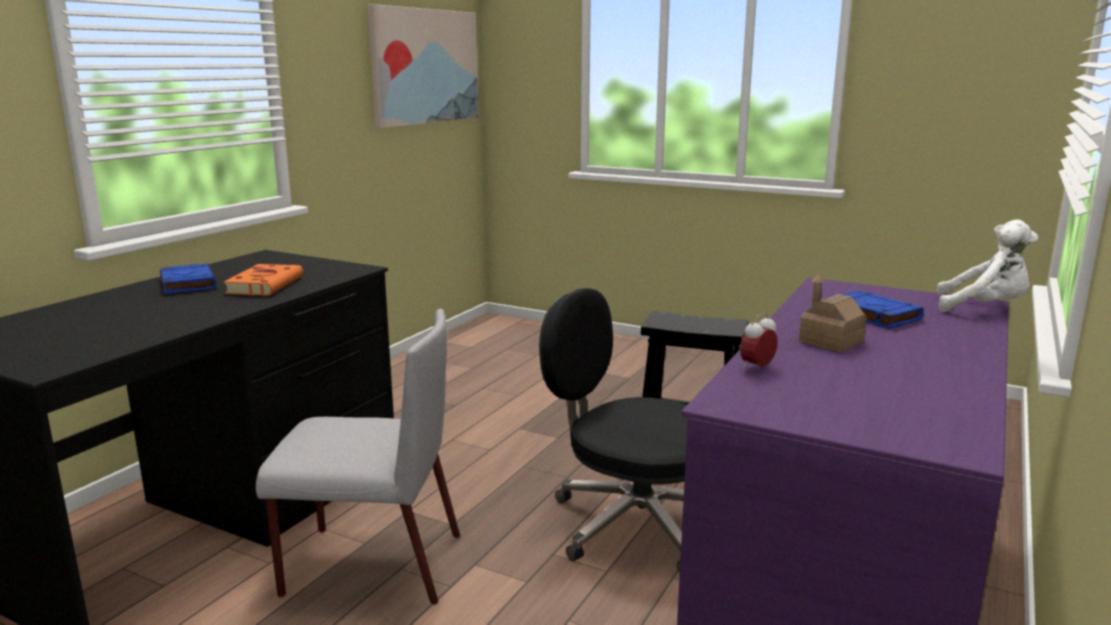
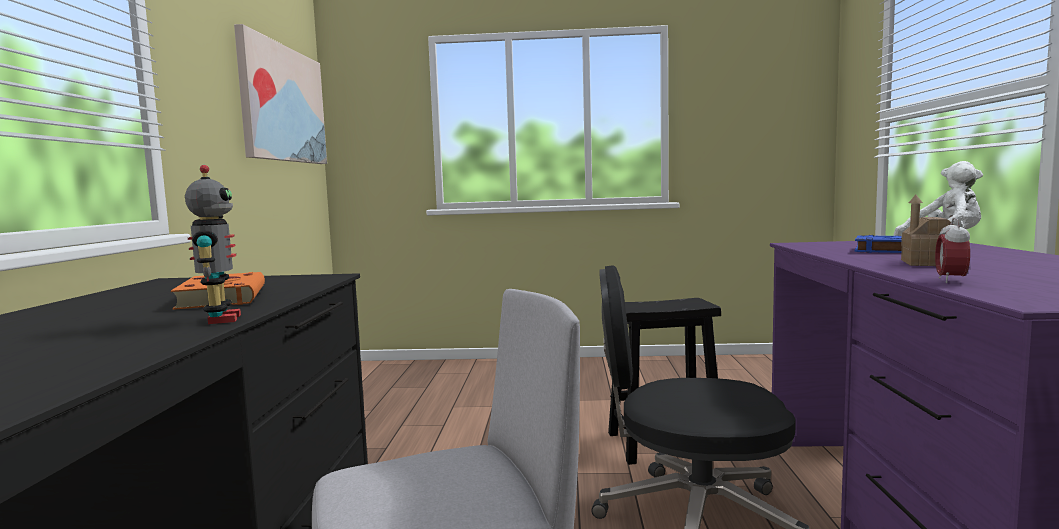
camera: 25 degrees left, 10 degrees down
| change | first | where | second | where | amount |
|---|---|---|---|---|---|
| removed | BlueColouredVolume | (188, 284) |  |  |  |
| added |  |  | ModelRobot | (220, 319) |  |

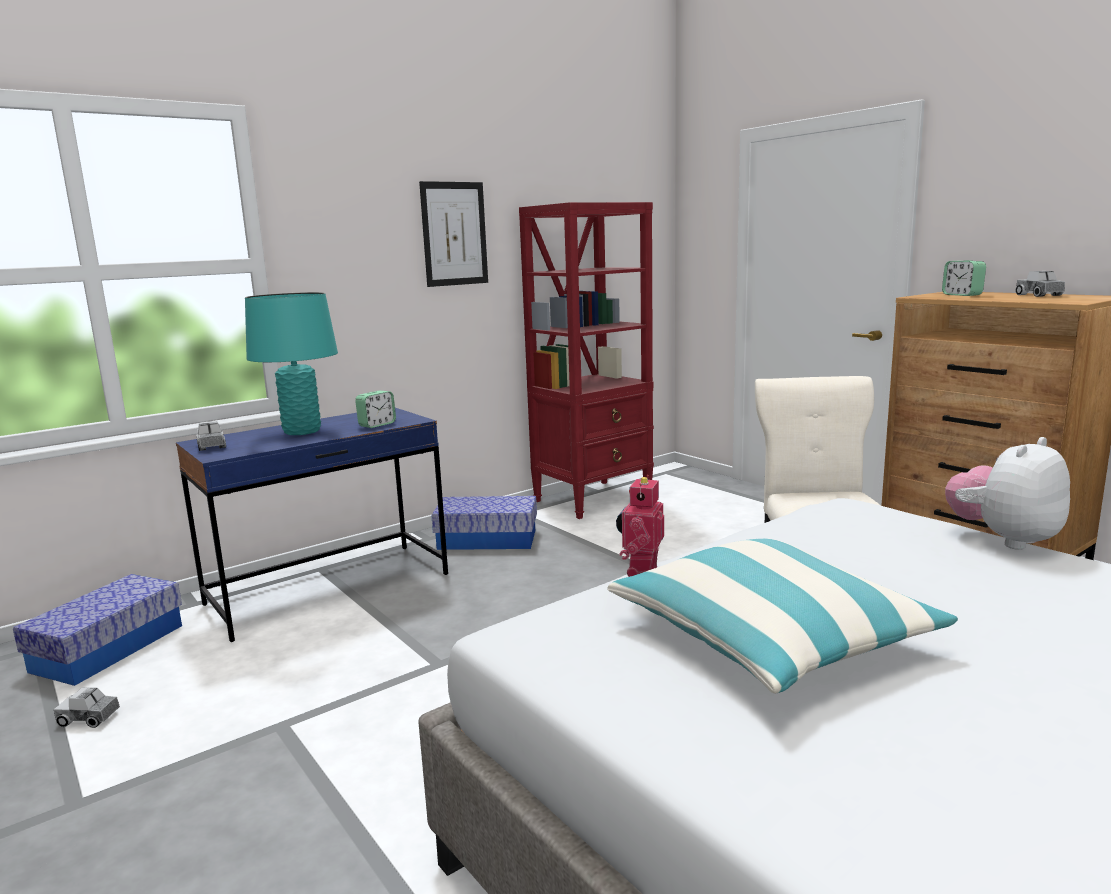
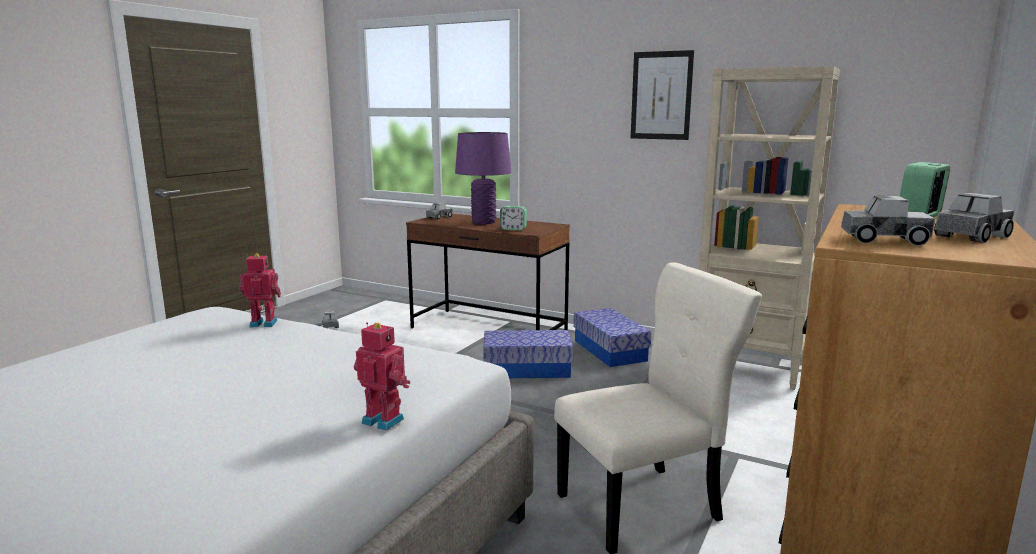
camera: 65 degrees right, 0 degrees up
| change | first | where | second | where | amount |
|---|---|---|---|---|---|
| moved | StorageBox | (108, 648) |  | (527, 369) |  |
| recoloured | BlueColouredDeskTable | (329, 589) | BrownDeskTable | (488, 330) |  |
| recoloured | BlueGreenTableLamp | (302, 431) | PurpleColouredTableLamp | (484, 222) |  |
| recoloured | RedBookcase | (593, 499) | BeigeColouredBookcase | (750, 368) |  |
| removed | Pillow | (771, 638) |  |  |  |
| replaced | PlushToy | (1004, 539) | ModelRobot | (384, 420) |  |
| added |  |  | ToyTruck | (883, 240) |  |

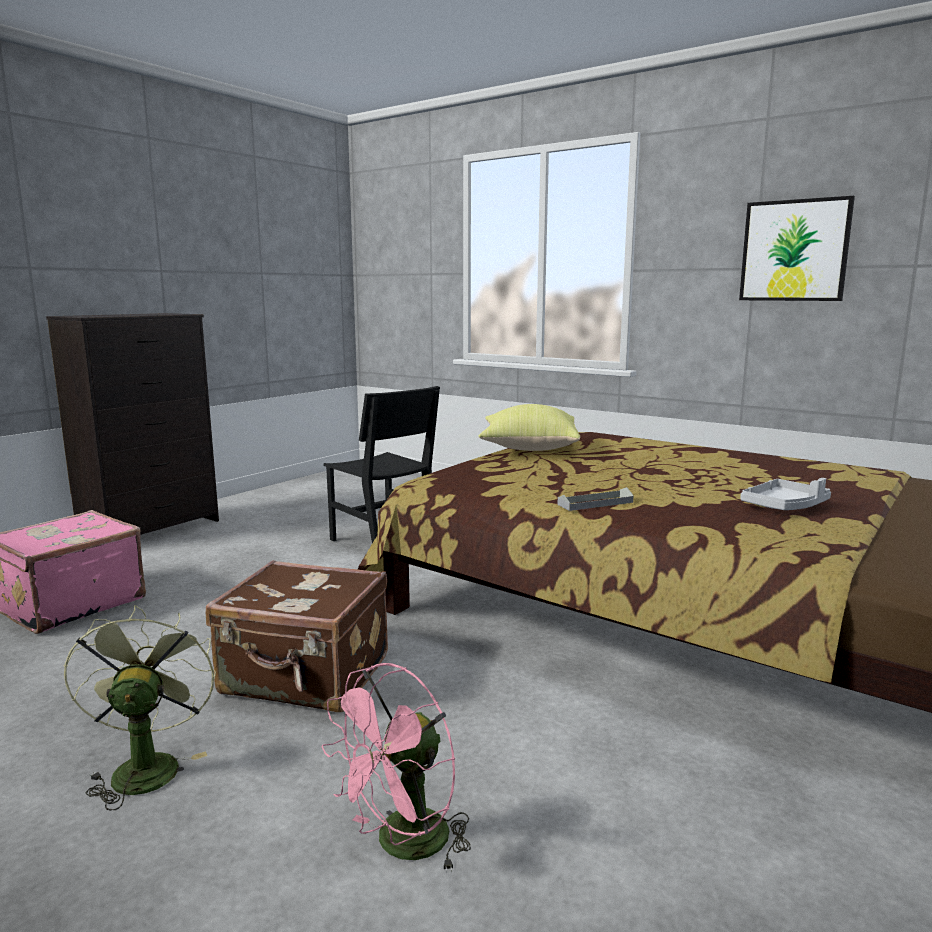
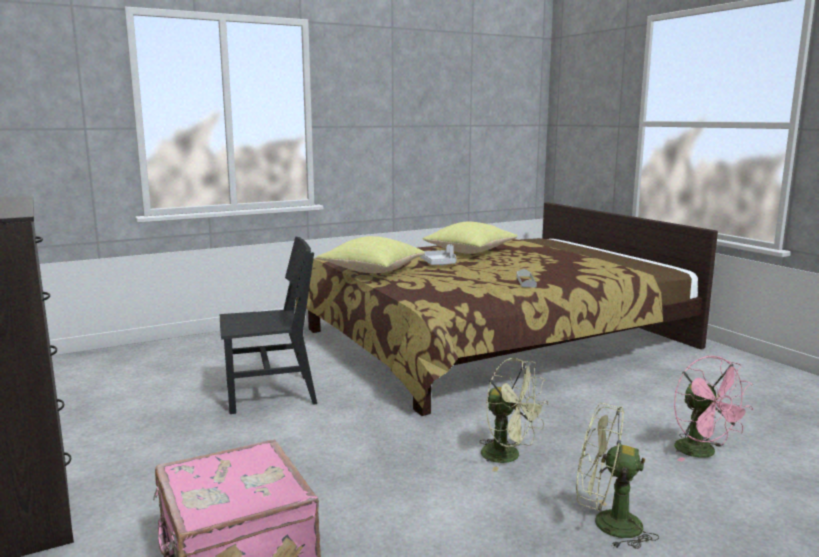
camera: 65 degrees left, 0 degrees up
| change | first | where | second | where | amount |
|---|---|---|---|---|---|
| replaced | BrownTravelCase | (306, 677) | GreenColouredCoolingFan | (509, 456) |  |
| removed | Picture | (794, 251) |  |  |  |
| moved | GrayServingTray | (785, 506) |  | (439, 263) |  |
| added |  |  | YellowPillow | (470, 252) |  |

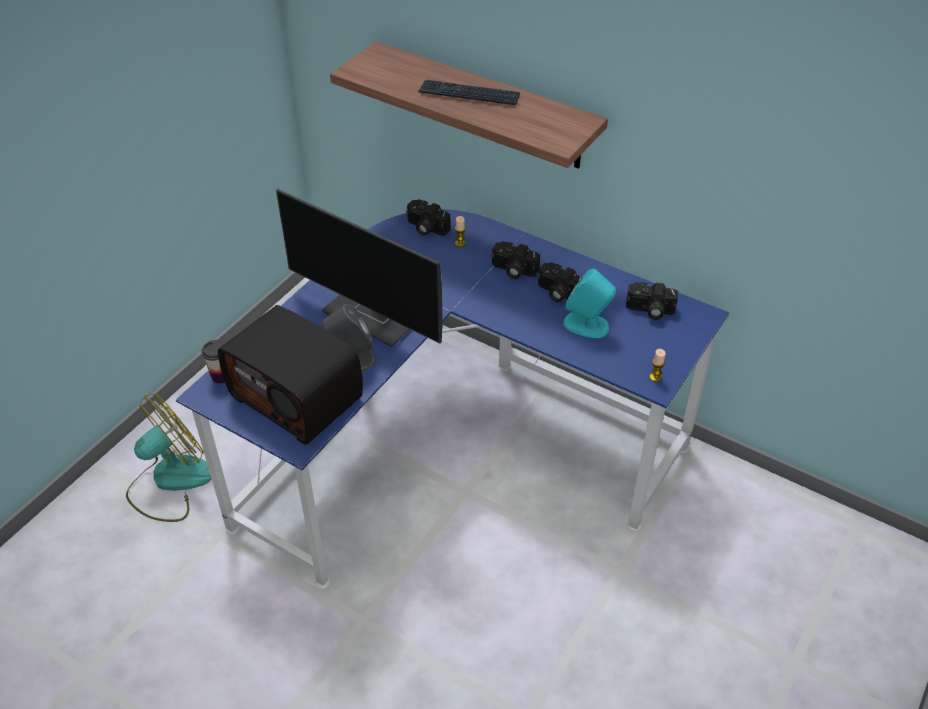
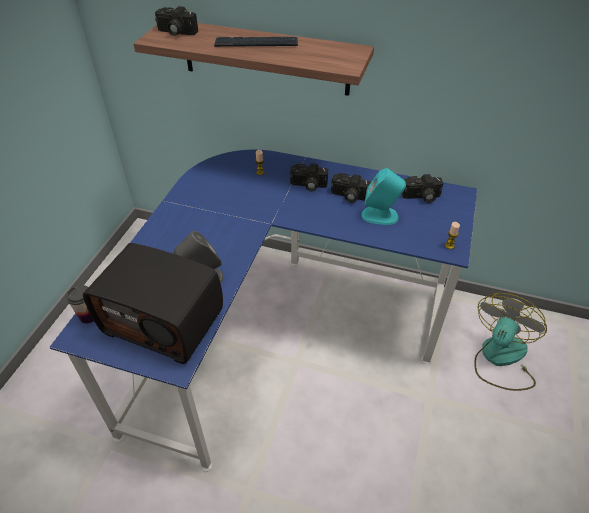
camera: 15 degrees left, 0 degrees up
| change | first | where | second | where | amount |
|---|---|---|---|---|---|
| moved | CoolingFan | (170, 482) |  | (500, 359) |  |
| removed | ComputerDisplay | (376, 315) |  |  |  |
| moved | PhotoCamera | (425, 228) |  | (175, 32) |  |

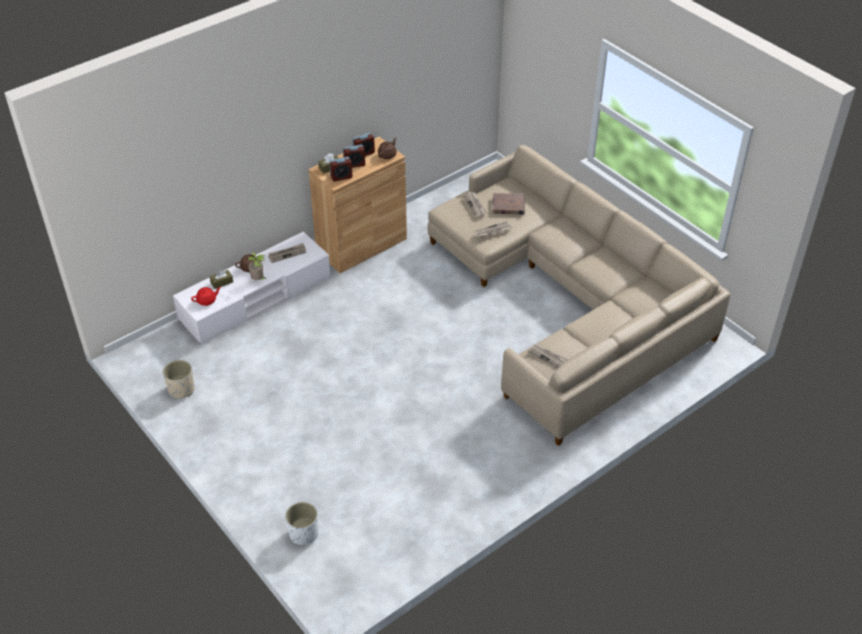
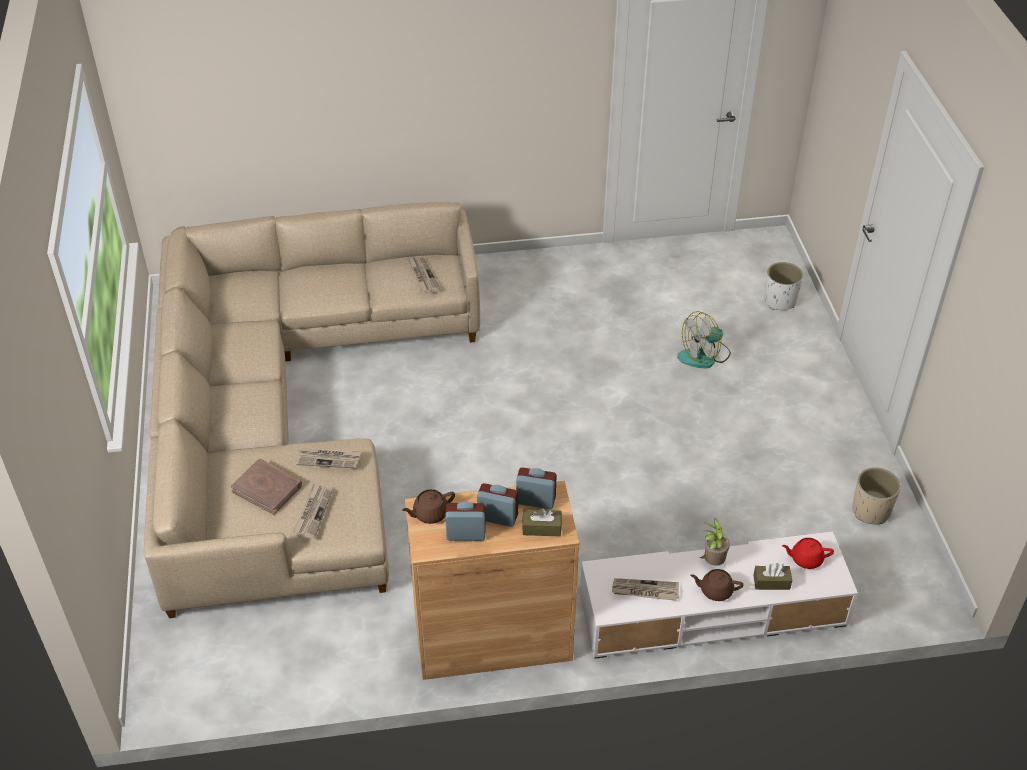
camera: 150 degrees left, 0 degrees up
| change | first | where | second | where | amount |
|---|---|---|---|---|---|
| added |  |  | CoolingFan | (704, 356) |  |

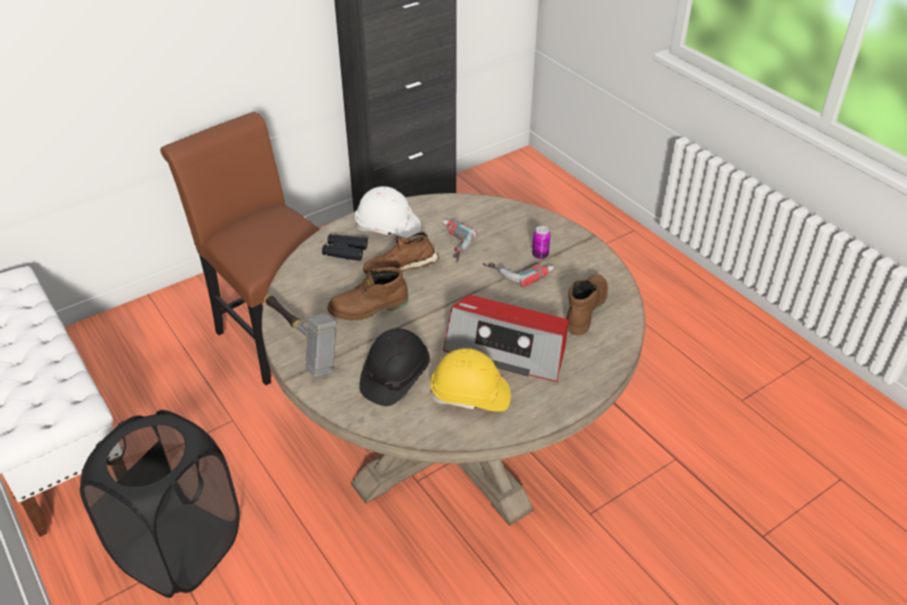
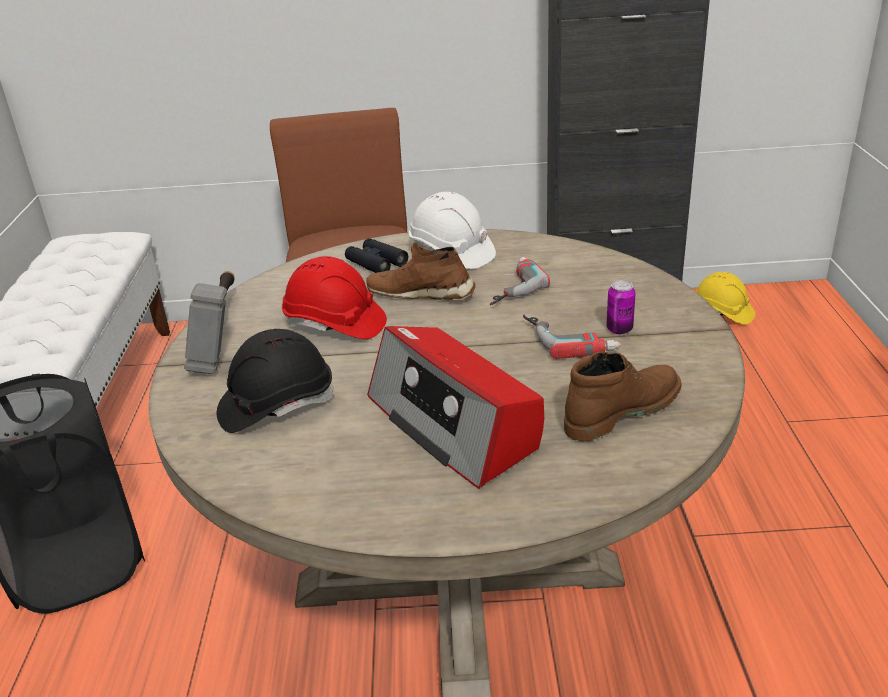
camera: 35 degrees right, 10 degrees down
| change | first | where | second | where | amount |
|---|---|---|---|---|---|
| replaced | BrownTallBoot | (368, 308) | RedSafetyHelmet | (335, 324) |  |
| moved | YellowSafetyHelmet | (470, 395) |  | (722, 312) |  |

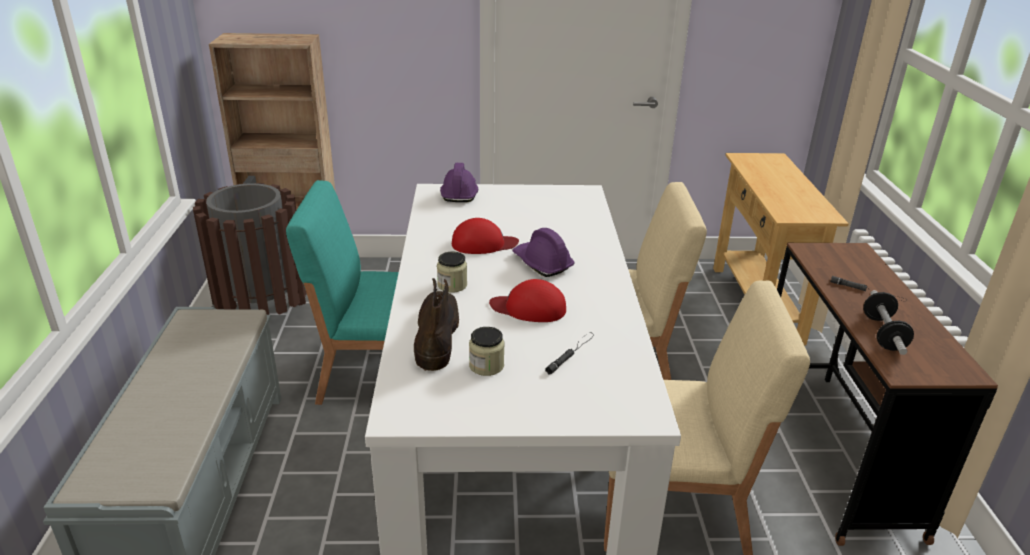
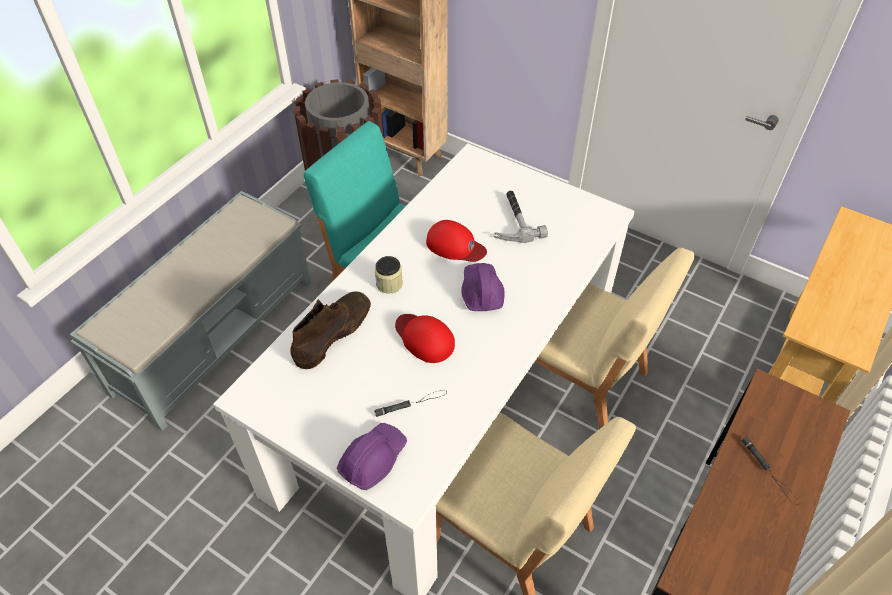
camera: 35 degrees right, 20 degrees up
| change | first | where | second | where | amount |
|---|---|---|---|---|---|
| moved | PurpleColouredSafetyHelmet | (459, 193) |  | (373, 459) |  |
| removed | Jar | (486, 366) |  |  |  |
| removed | HandWeight | (883, 334) |  |  |  |
| added |  |  | Hammer | (513, 221) |  |

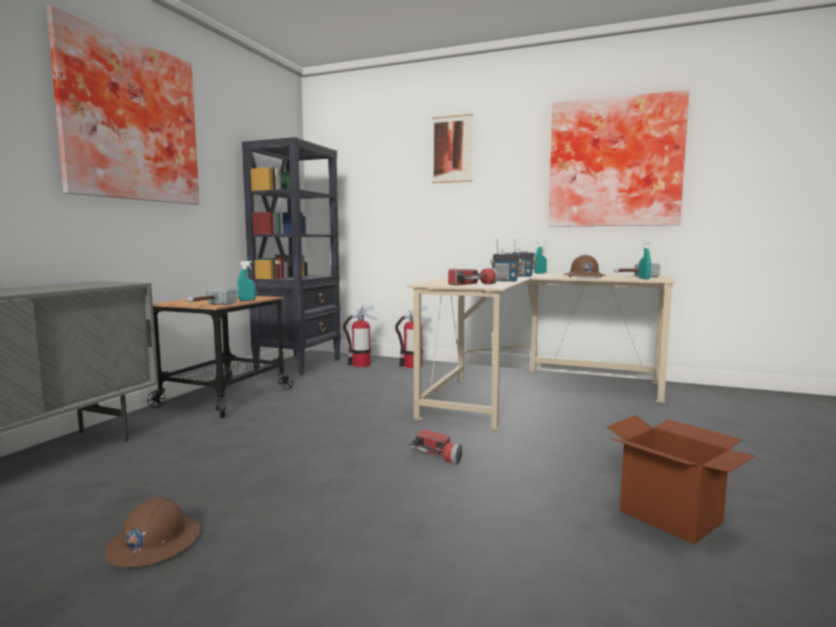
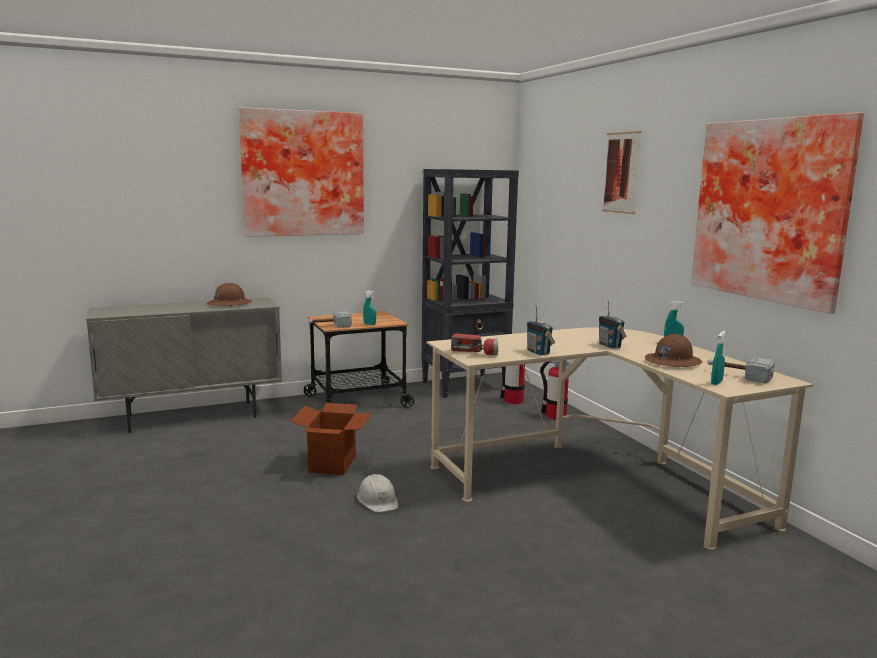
camera: 45 degrees right, 5 degrees up
| change | first | where | second | where | amount |
|---|---|---|---|---|---|
| moved | BrownSafetyHelmet | (154, 543) |  | (229, 304) |  |
| replaced | HandTorch | (438, 456) | WhiteSafetyHelmet | (378, 500) |  |
| moved | CardboardBox | (671, 517) |  | (332, 464) |  |

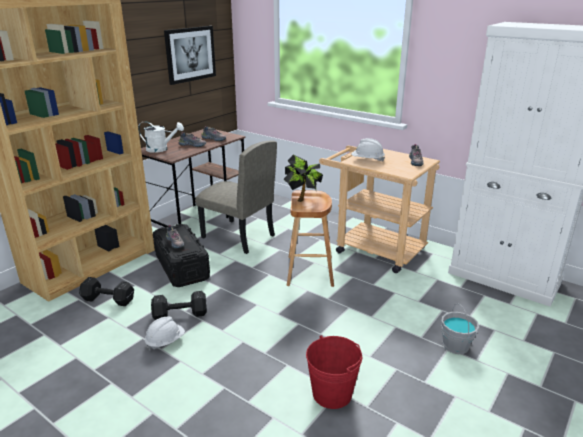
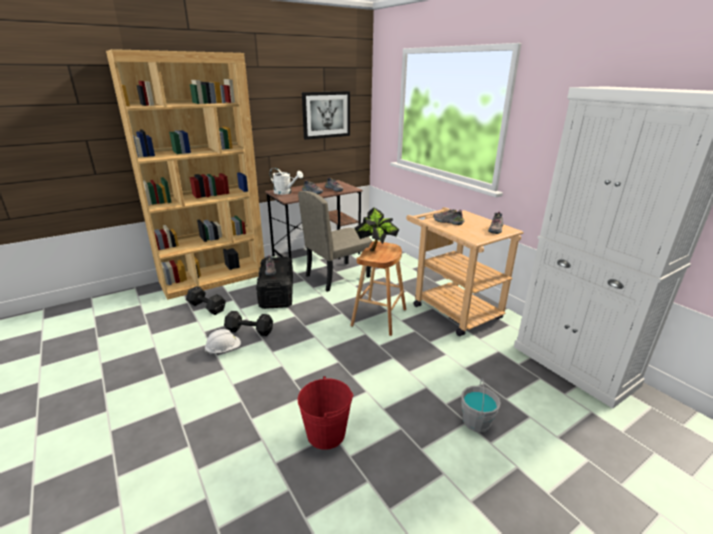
camera: 20 degrees right, 0 degrees up
| change | first | where | second | where | amount |
|---|---|---|---|---|---|
| turned | BeigeColouredUprightChair | (238, 236) |  | (337, 276) | 90 degrees clockwise |
| replaced | WhiteSafetyHelmet | (367, 160) | LowShoe | (447, 222) |  |

